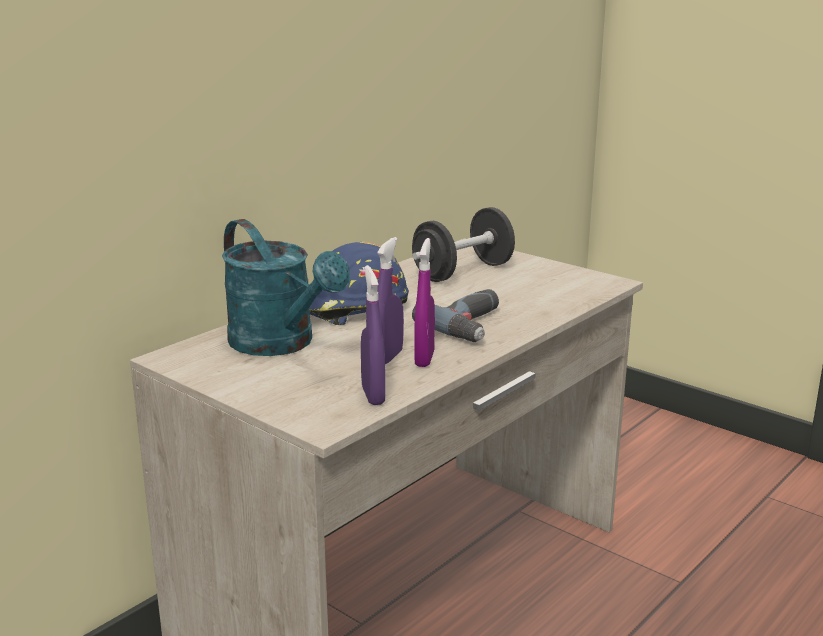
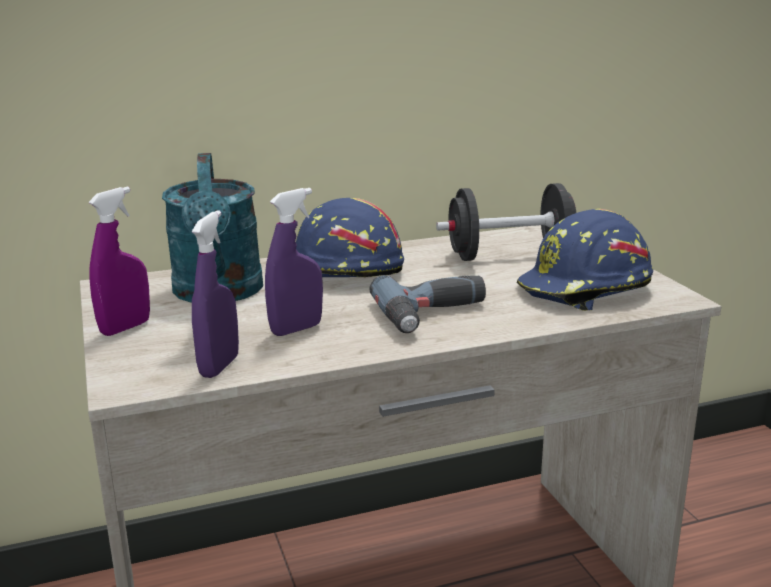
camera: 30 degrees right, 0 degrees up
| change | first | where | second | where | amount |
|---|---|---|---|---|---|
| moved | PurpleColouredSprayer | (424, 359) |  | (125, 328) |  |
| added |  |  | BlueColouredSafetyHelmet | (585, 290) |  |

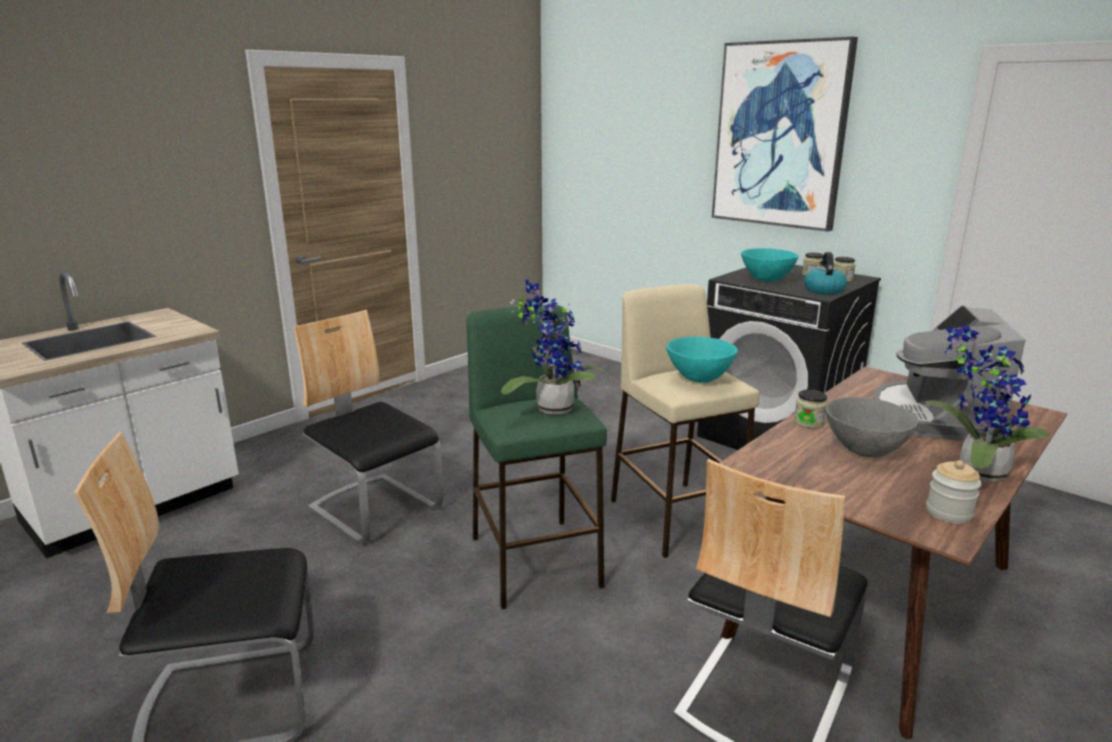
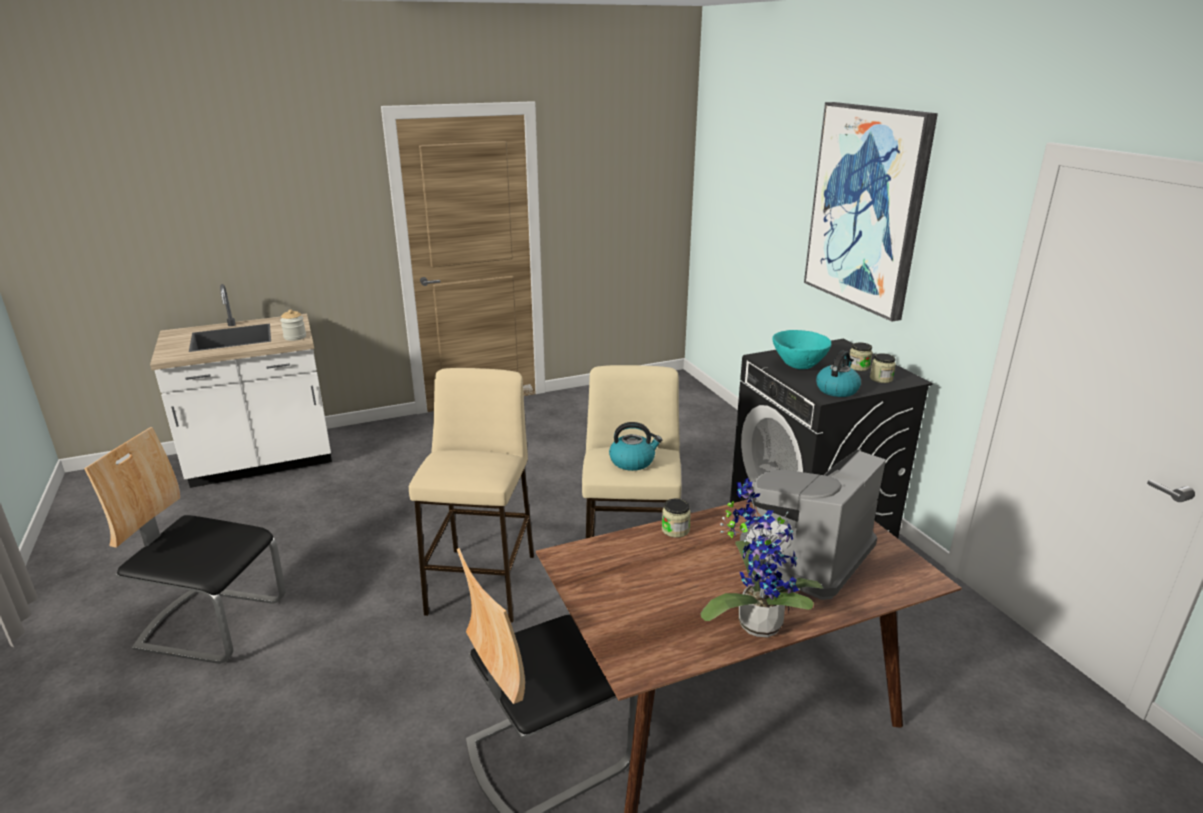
camera: 25 degrees right, 5 degrees up
| change | first | where | second | where | amount |
|---|---|---|---|---|---|
| removed | UprightChair | (376, 508) |  |  |  |
| recoloured | GreenColouredStoolSeat | (534, 561) | BeigeColouredStoolSeat | (482, 583) |  |
| removed | PottedPlant | (551, 407) |  |  |  |
| replaced | BlueGreenDeepDish | (699, 379) | TeaKettle | (633, 461) |  |
| removed | GrayDeepDish | (865, 451) |  |  |  |
| moved | Jar | (949, 513) |  | (295, 337) |  |

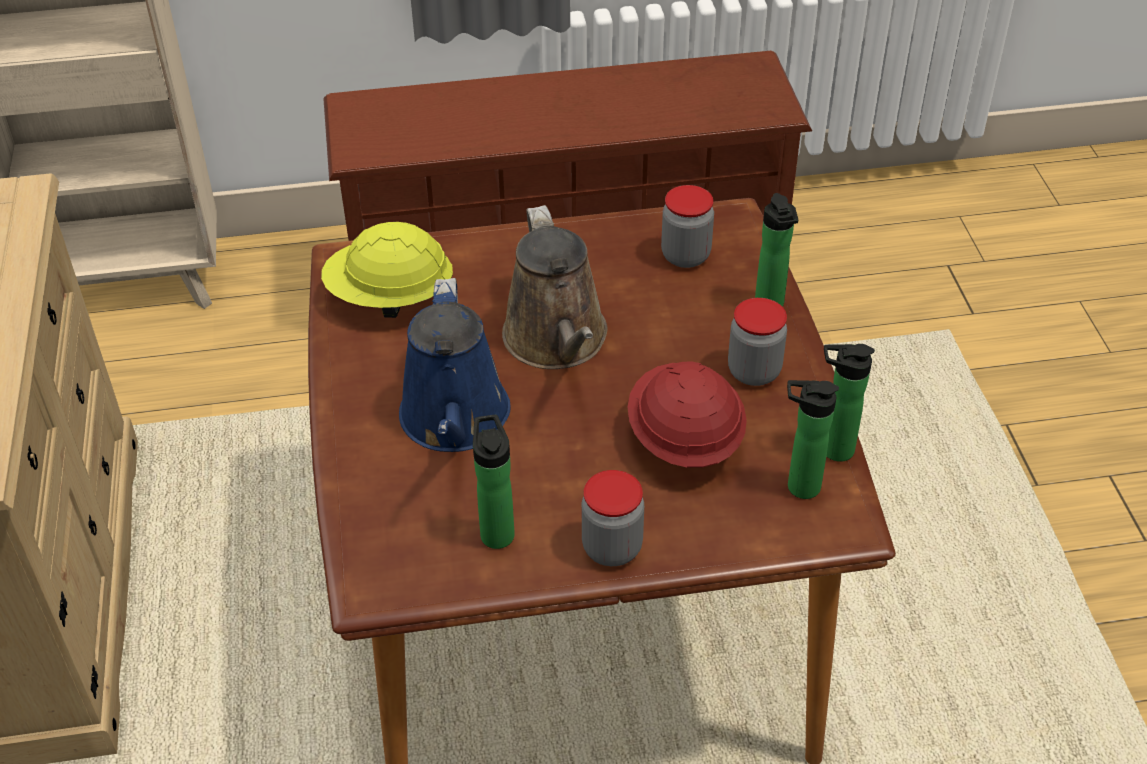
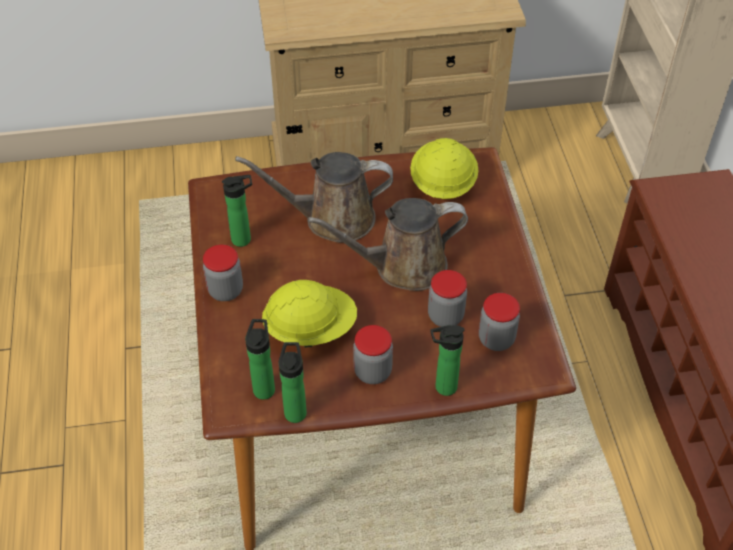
camera: 90 degrees right, 5 degrees up
| change | first | where | second | where | amount |
|---|---|---|---|---|---|
| recoloured | BlueColouredWateringPot | (455, 421) | BrownWateringPot | (332, 218) |  |
| recoloured | RedSafetyHelmet | (684, 439) | YellowSafetyHelmet | (310, 329) |  |
| added |  |  | Jar | (445, 316) |  |

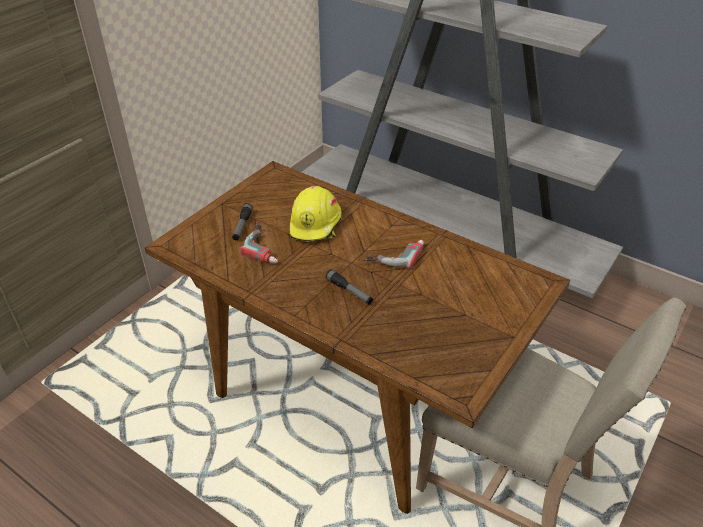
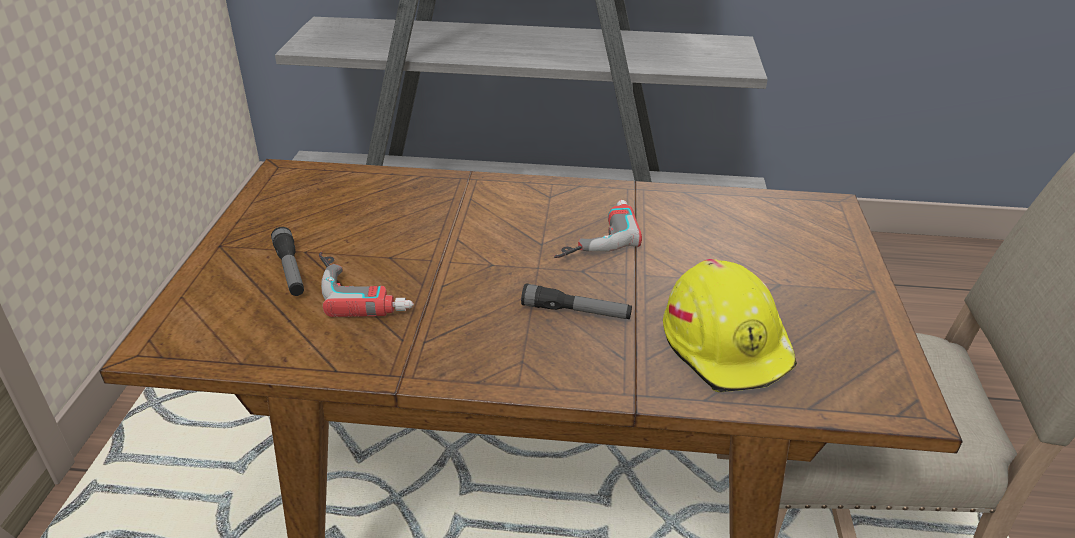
camera: 30 degrees left, 5 degrees down
| change | first | where | second | where | amount |
|---|---|---|---|---|---|
| moved | YellowSafetyHelmet | (316, 225) |  | (727, 344) |  |

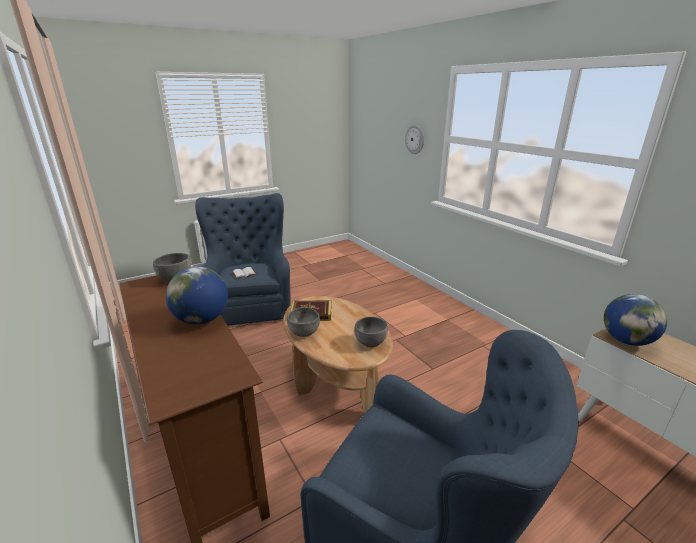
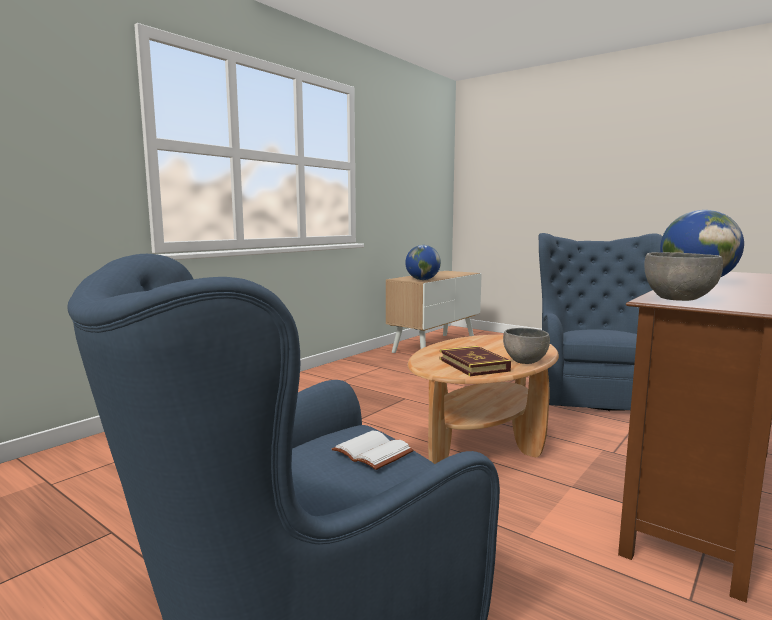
camera: 110 degrees left, 15 degrees down
| change | first | where | second | where | amount |
|---|---|---|---|---|---|
| removed | GrayDeepDish | (371, 343) |  |  |  |
| removed | WallClock | (415, 139) |  |  |  |

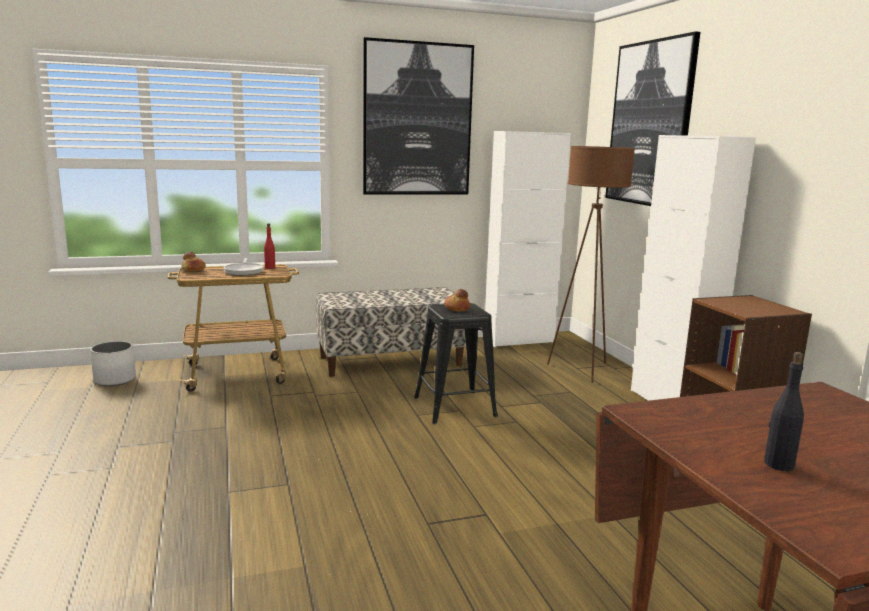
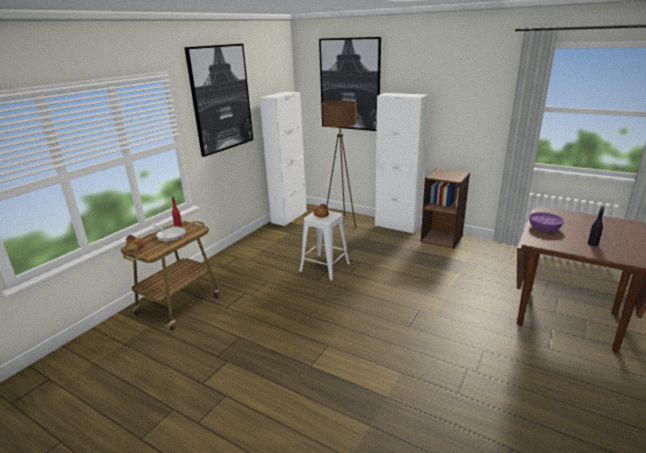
camera: 40 degrees left, 10 degrees up
| change | first | where | second | where | amount |
|---|---|---|---|---|---|
| removed | WhitePlantPot | (115, 380) |  |  |  |
| removed | Bench | (390, 361) |  |  |  |
| recoloured | BlackStoolSeat | (455, 407) | WhiteStoolSeat | (325, 267) |  |
| added |  |  | PurpleColouredDeepDish | (544, 227) |  |

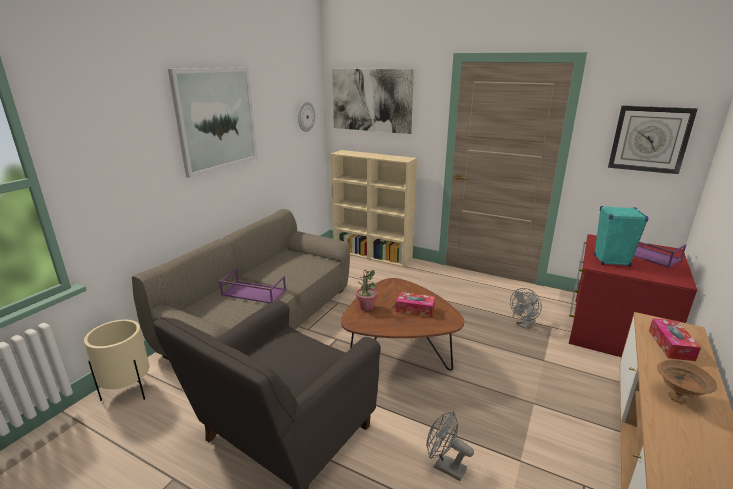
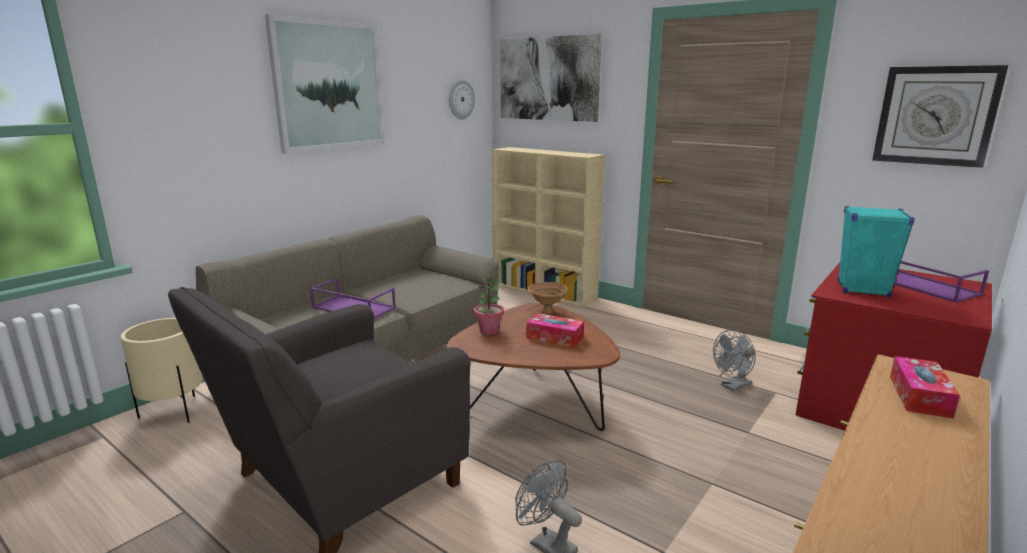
camera: 10 degrees right, 5 degrees down
| change | first | where | second | where | amount |
|---|---|---|---|---|---|
| moved | BrownDeepDish | (678, 398) |  | (547, 312) |  |

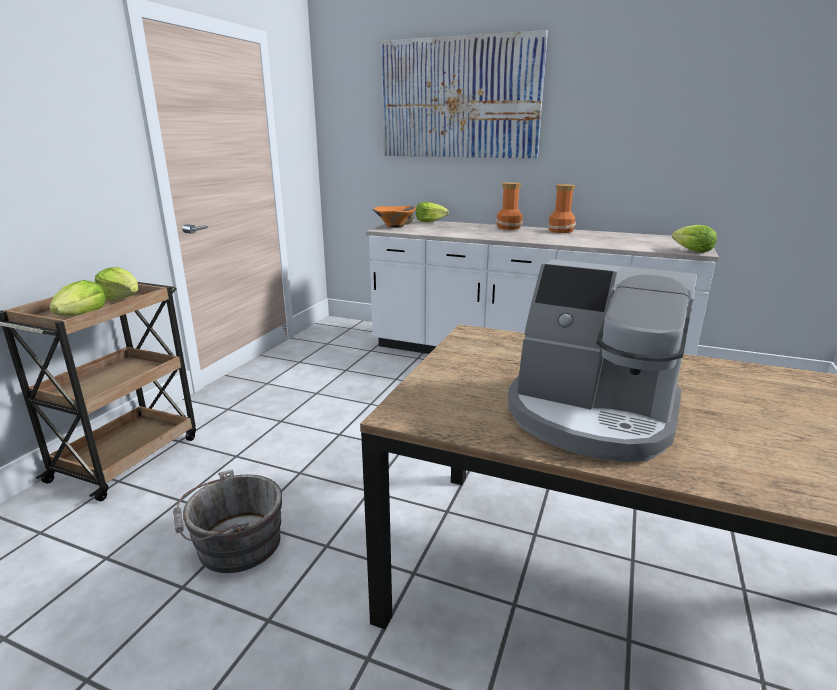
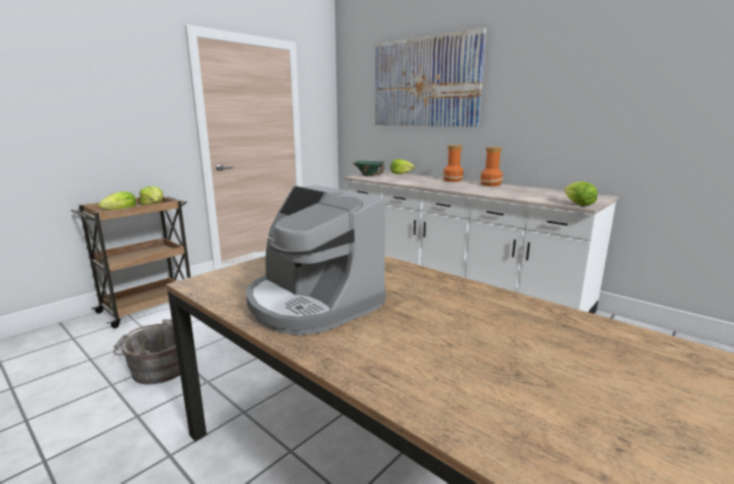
camera: 20 degrees right, 5 degrees down
| change | first | where | second | where | amount |
|---|---|---|---|---|---|
| recoloured | OrangeColouredDeepDish | (394, 227) | GreenColouredDeepDish | (368, 175) |  |

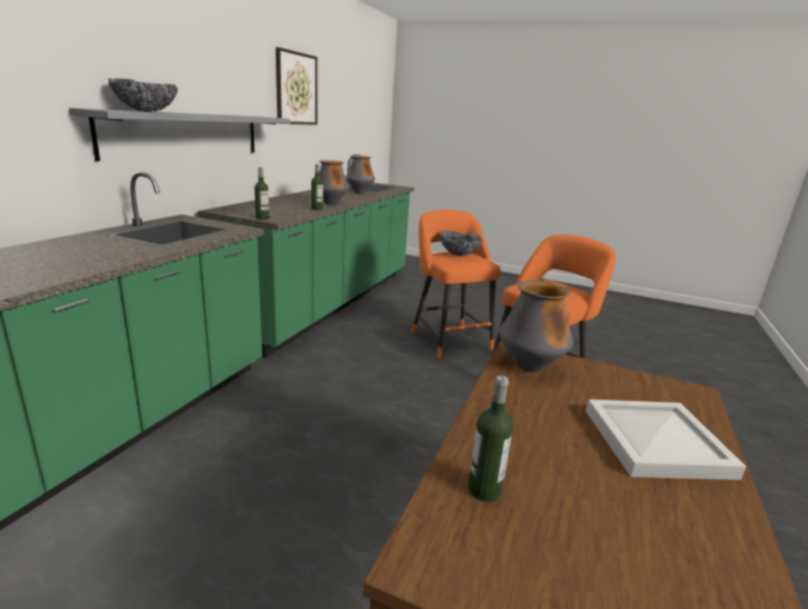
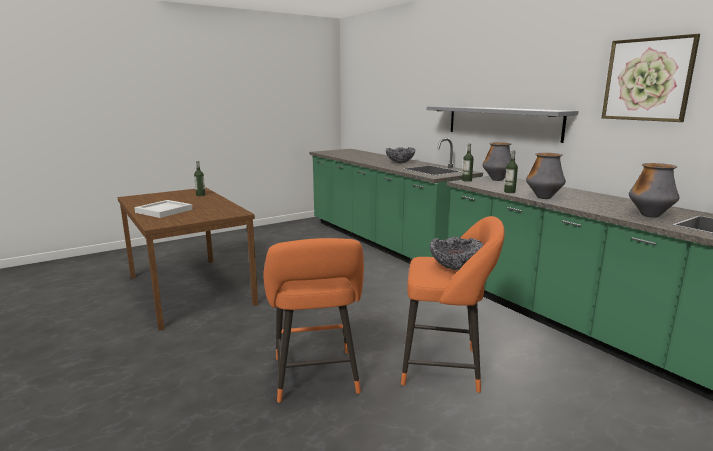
camera: 125 degrees right, 5 degrees down
| change | first | where | second | where | amount |
|---|---|---|---|---|---|
| moved | DeepDish | (147, 111) |  | (400, 162) |  |
| moved | DecorativeVase | (529, 367) |  | (497, 180) |  |

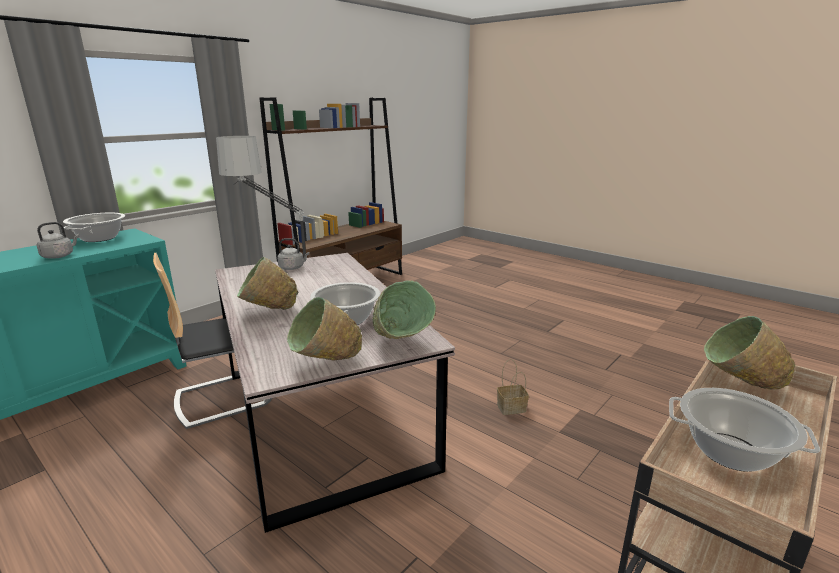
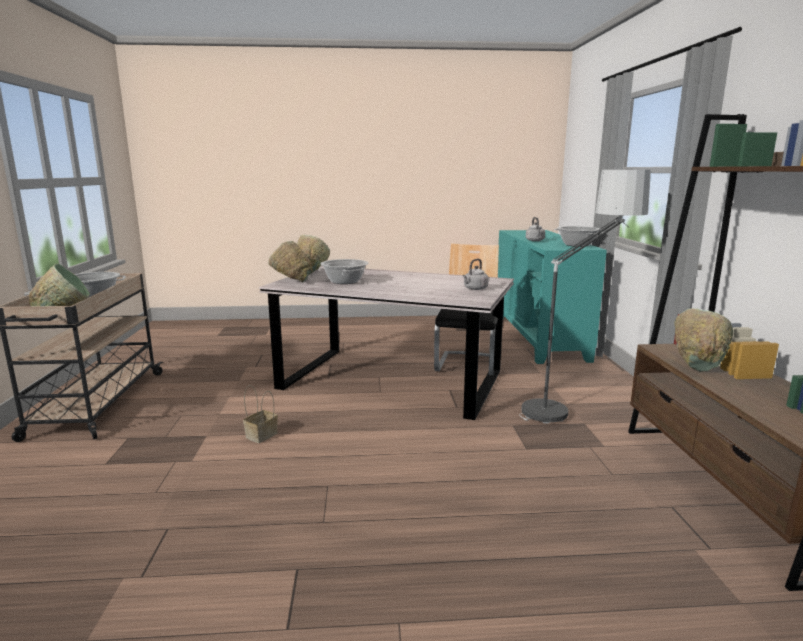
camera: 135 degrees right, 5 degrees down
| change | first | where | second | where | amount |
|---|---|---|---|---|---|
| moved | GreenColouredDeepDish | (267, 312) |  | (697, 365) |  |

